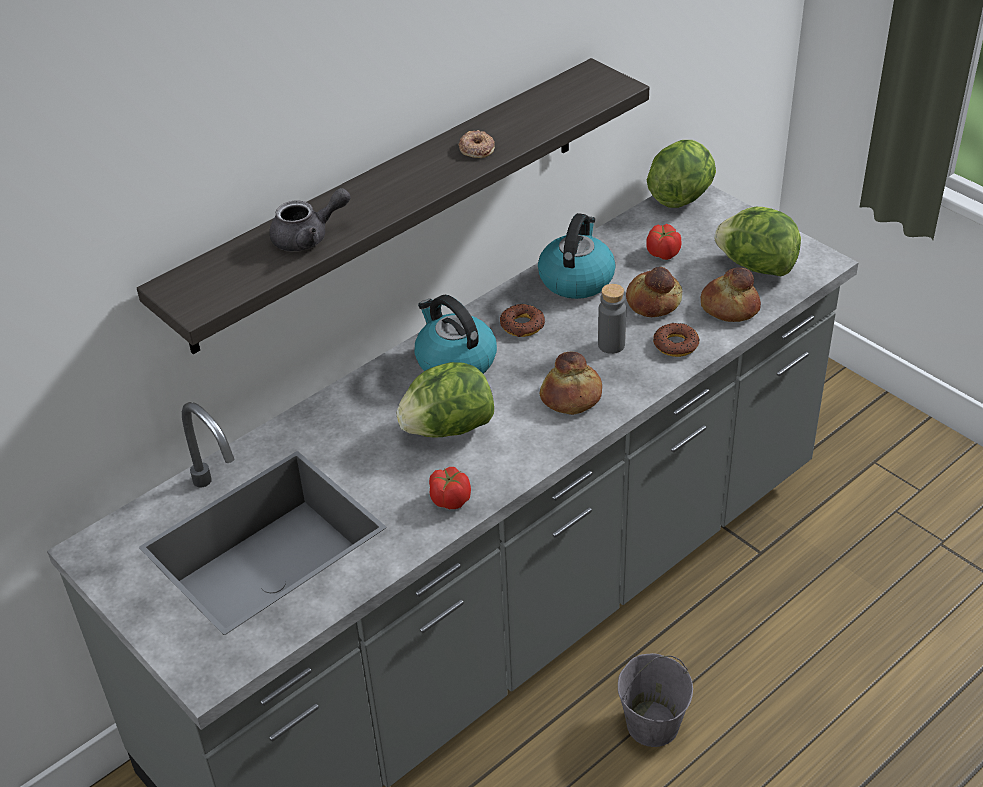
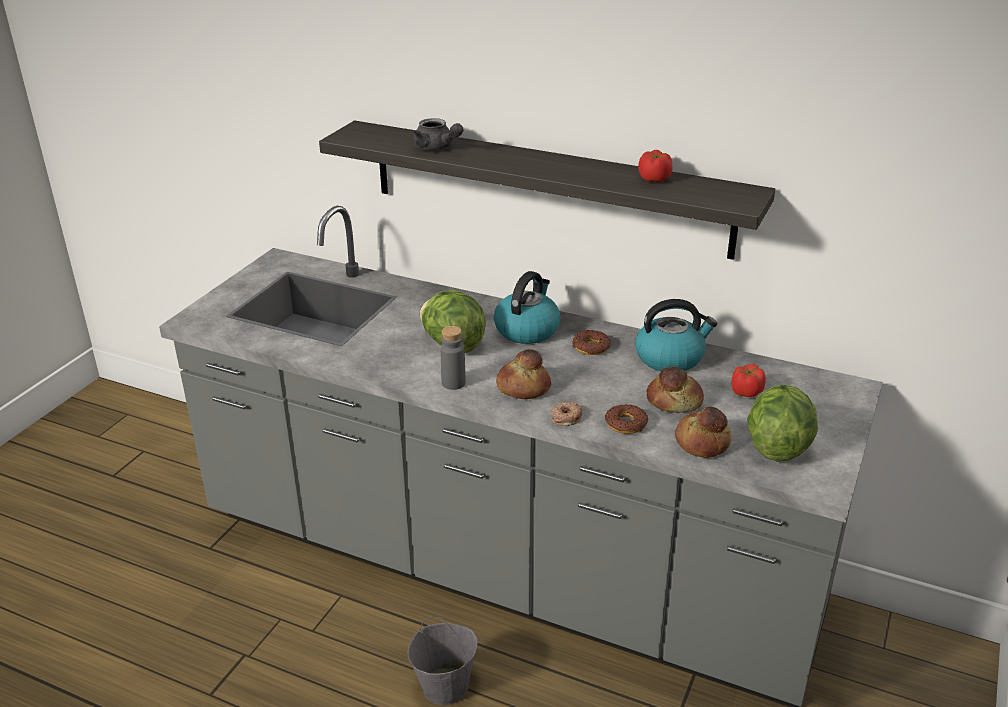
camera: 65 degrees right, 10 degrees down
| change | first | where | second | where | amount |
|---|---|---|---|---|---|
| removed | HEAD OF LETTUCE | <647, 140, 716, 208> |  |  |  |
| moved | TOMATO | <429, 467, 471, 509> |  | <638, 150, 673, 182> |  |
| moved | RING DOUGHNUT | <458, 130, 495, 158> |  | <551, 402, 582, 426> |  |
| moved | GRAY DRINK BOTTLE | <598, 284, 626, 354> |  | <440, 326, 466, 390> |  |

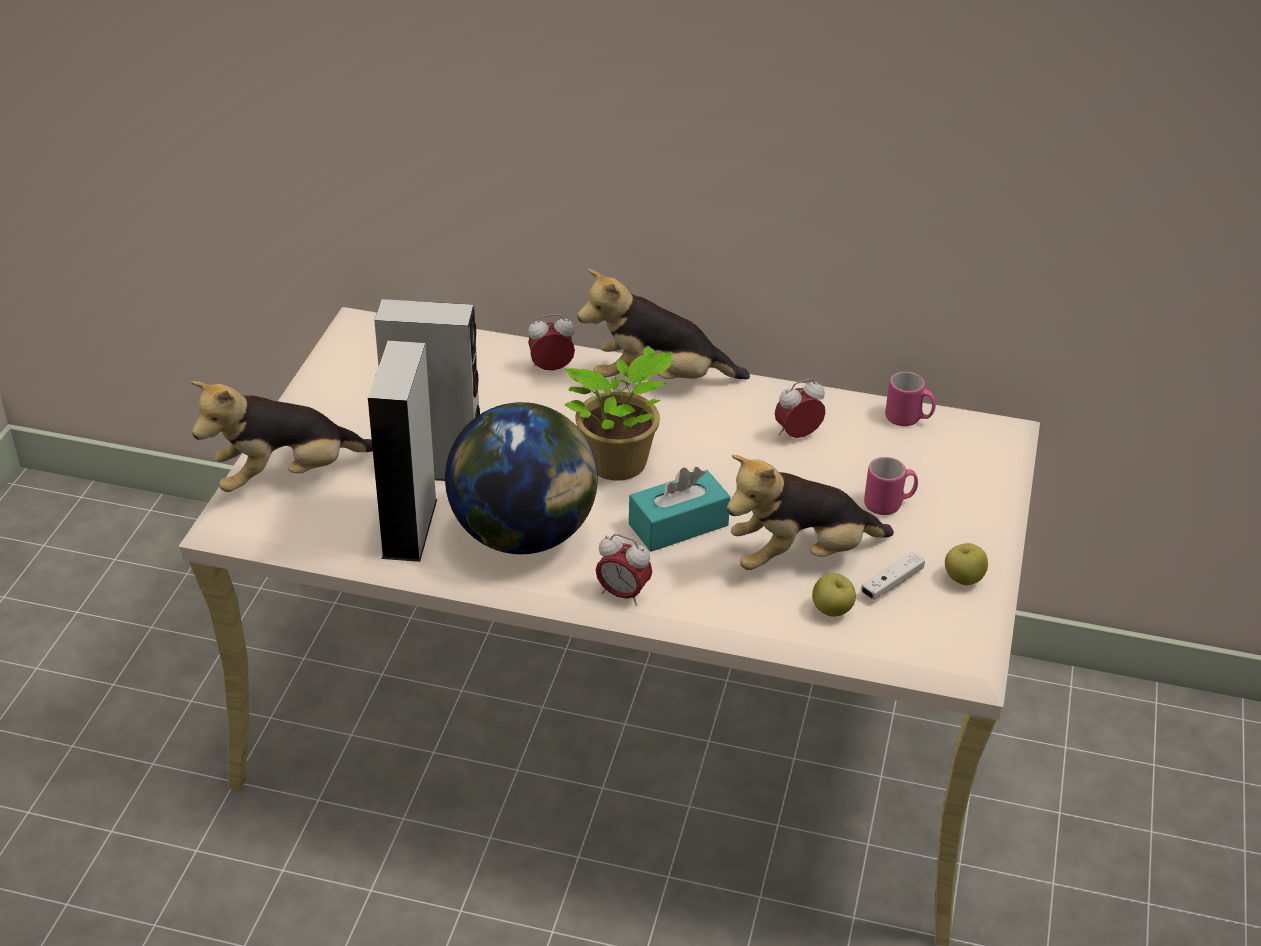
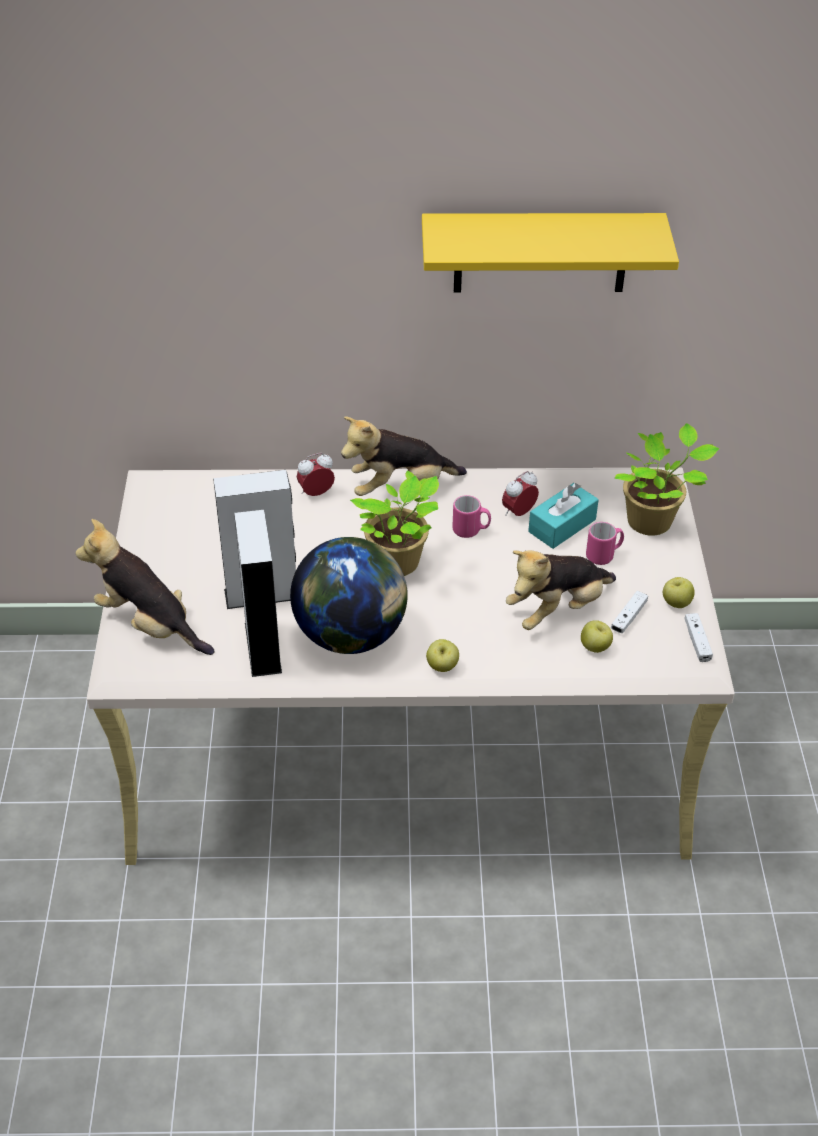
camera: 15 degrees left, 5 degrees up
| change | first | where | second | where | amount |
|---|---|---|---|---|---|
| added |  |  | YELLOW-COLOURED SHELF | <422, 213, 679, 292> |  |
| added |  |  | HOUSEPLANT | <615, 423, 719, 536> |  |
| added |  |  | WHITISH JOYPAD | <684, 613, 713, 662> |  |
| moved | BLUE-GREEN TISSUE HOLDER | <629, 467, 730, 552> |  | <528, 483, 599, 549> |  |
| moved | PINK TEA MUG | <885, 372, 936, 426> |  | <452, 495, 491, 538> |  |
| replaced | ALARM CLOCK | <596, 534, 652, 606> | APPLE | <426, 639, 459, 672> |  |
| turned | SOFT TOY | <191, 381, 373, 492> |  | <75, 519, 215, 655> | 75 degrees clockwise |

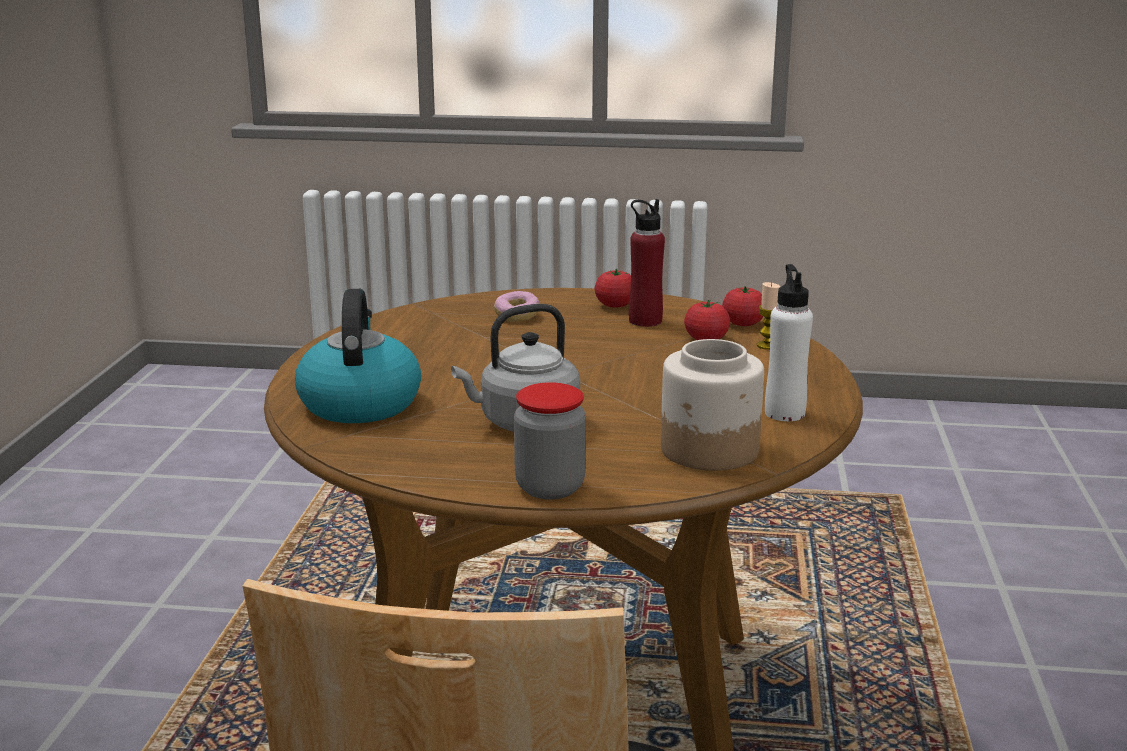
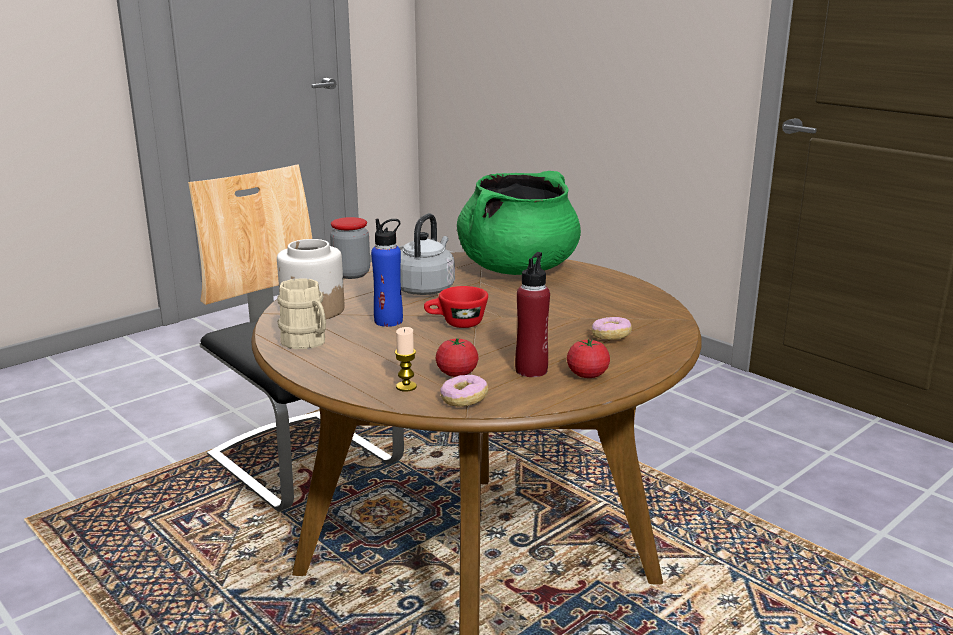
camera: 130 degrees right, 0 degrees up
| change | first | where | second | where | amount |
|---|---|---|---|---|---|
| added |  |  | BLUISH DRINK BOTTLE | <371, 219, 403, 327> |  |
| added |  |  | RED-COLOURED DRINKING CUP | <424, 286, 488, 328> |  |
| replaced | KETTLE | <295, 289, 421, 423> | GREEN-COLOURED SAUCEPOT | <457, 171, 581, 275> |  |
| replaced | TOMATO | <722, 286, 764, 326> | RING DOUGHNUT | <440, 375, 488, 406> |  |
| replaced | WHITISH DRINK BOTTLE | <765, 264, 813, 421> | SAND-COLOURED TEA MUG | <277, 278, 326, 349> |  |

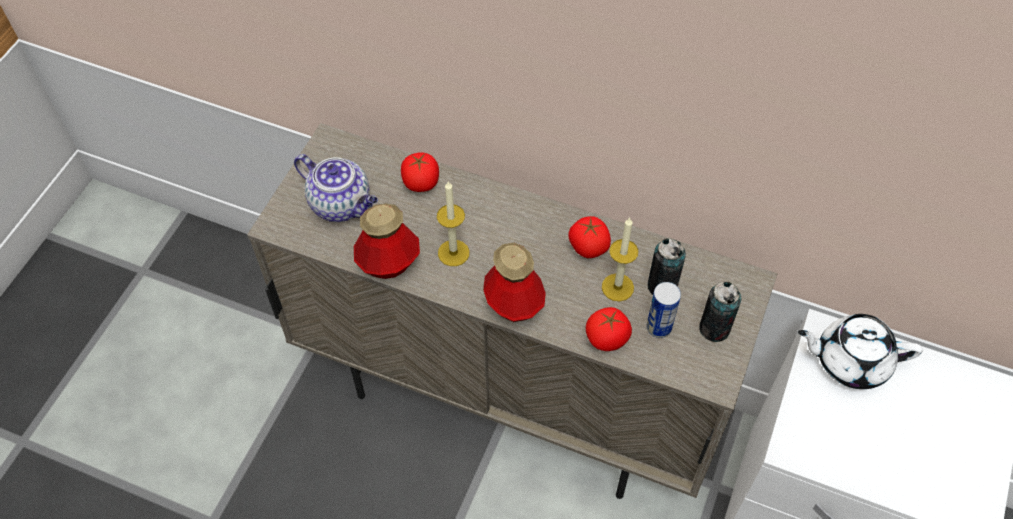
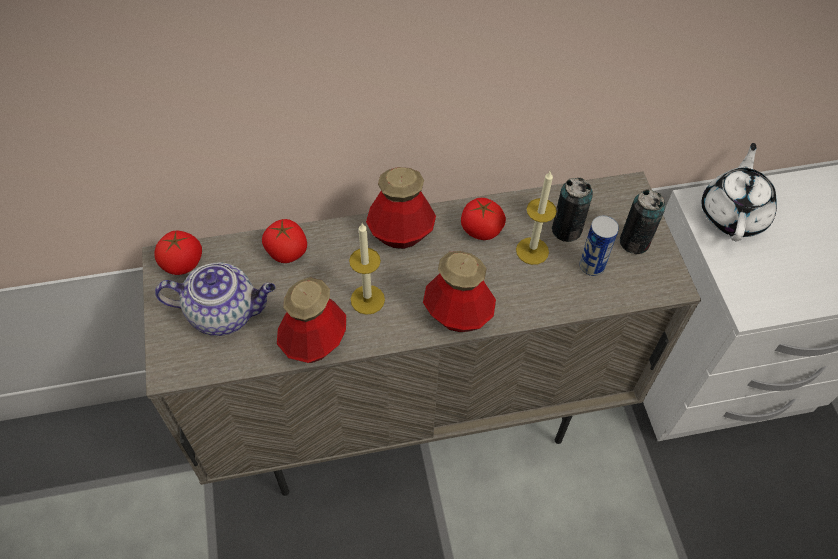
camera: 35 degrees left, 0 degrees up
| change | first | where | second | where | amount |
|---|---|---|---|---|---|
| added |  |  | DRINK BOTTLE | <366, 167, 436, 249> |  |
| moved | TOMATO | <586, 307, 632, 351> |  | <154, 231, 202, 275> |  |
| turned | WHITISH TEAPOT | <798, 314, 922, 389> |  | <702, 143, 777, 241> | 135 degrees clockwise |

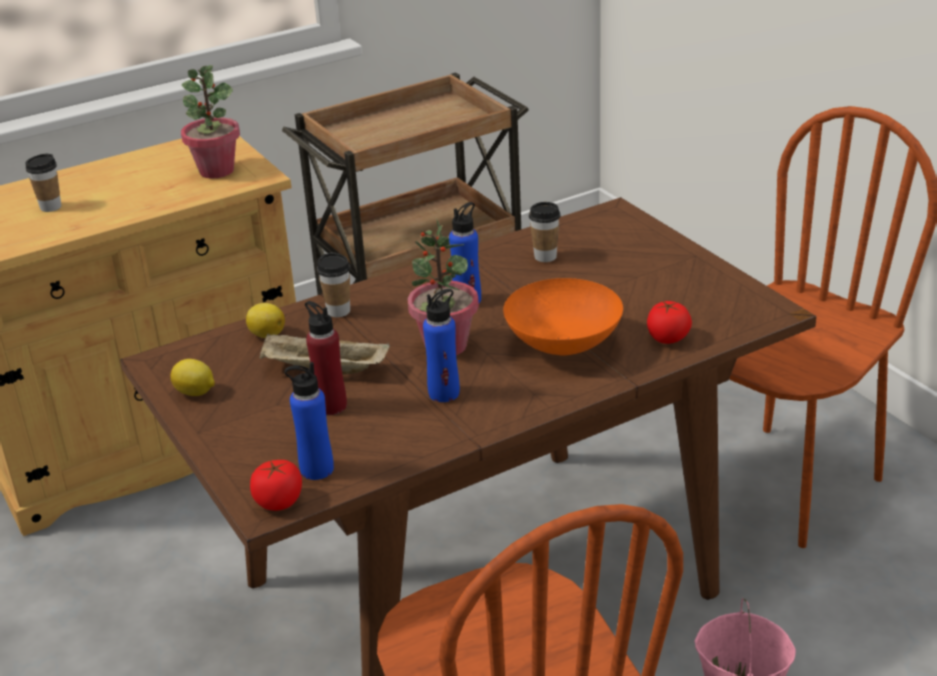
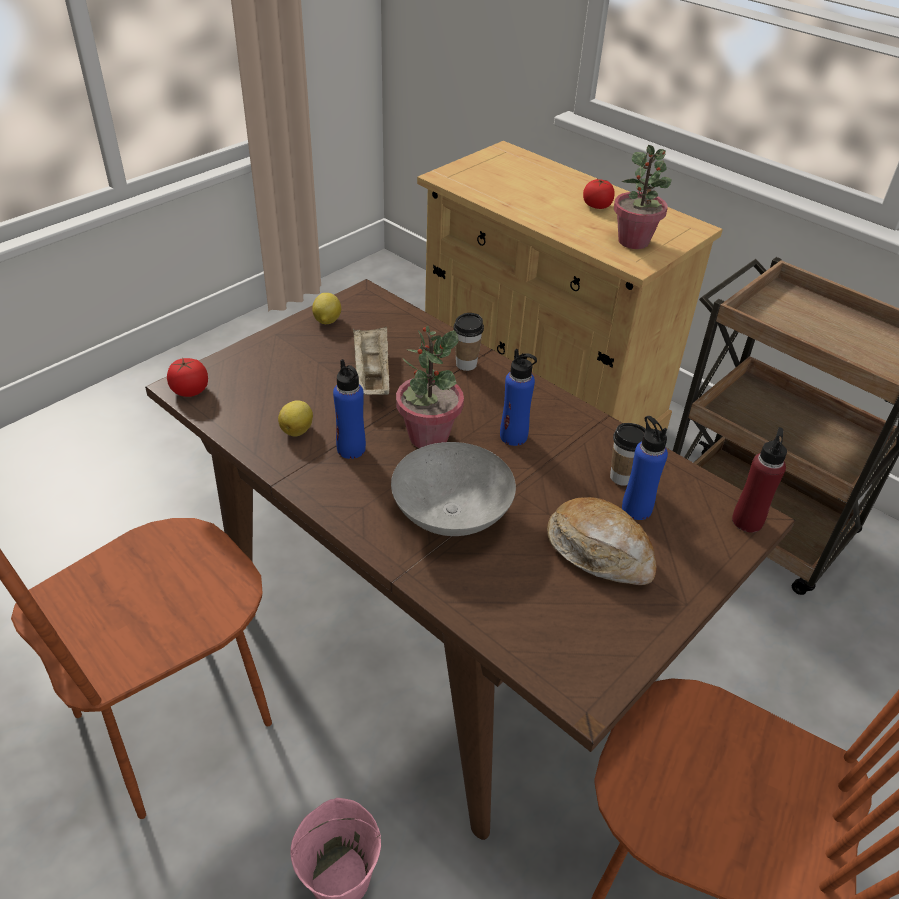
camera: 70 degrees right, 10 degrees up
| change | first | where | second | where | amount |
|---|---|---|---|---|---|
| removed | DRINKING CUP | <26, 154, 61, 212> |  |  |  |
| added |  |  | BREAD | <547, 497, 657, 585> |  |
| moved | CITRUS FRUIT | <246, 303, 285, 338> |  | <278, 400, 313, 436> |  |
| moved | BLUISH DRINK BOTTLE | <284, 362, 334, 480> |  | <622, 416, 668, 520> |  |
| moved | RED-COLOURED DRINK BOTTLE | <305, 301, 347, 415> |  | <732, 427, 787, 533> |  |
| moved | TOMATO | <647, 301, 692, 344> |  | <583, 179, 615, 209> |  |
| recoloured | ORANGE BOWL | <503, 278, 623, 356> | GRAY BOWL | <391, 442, 516, 536> |  |

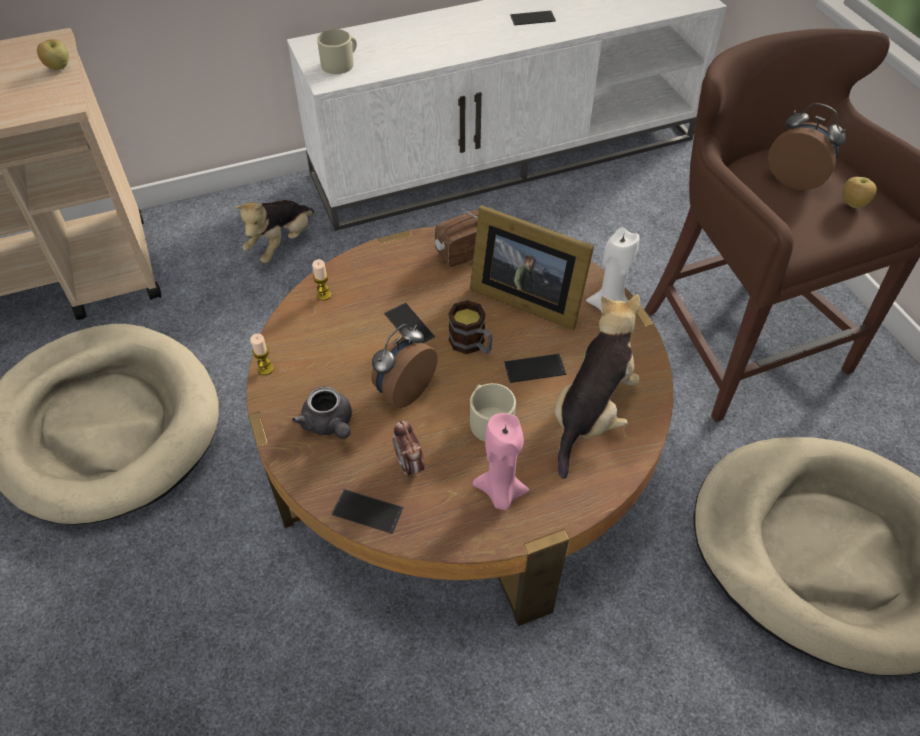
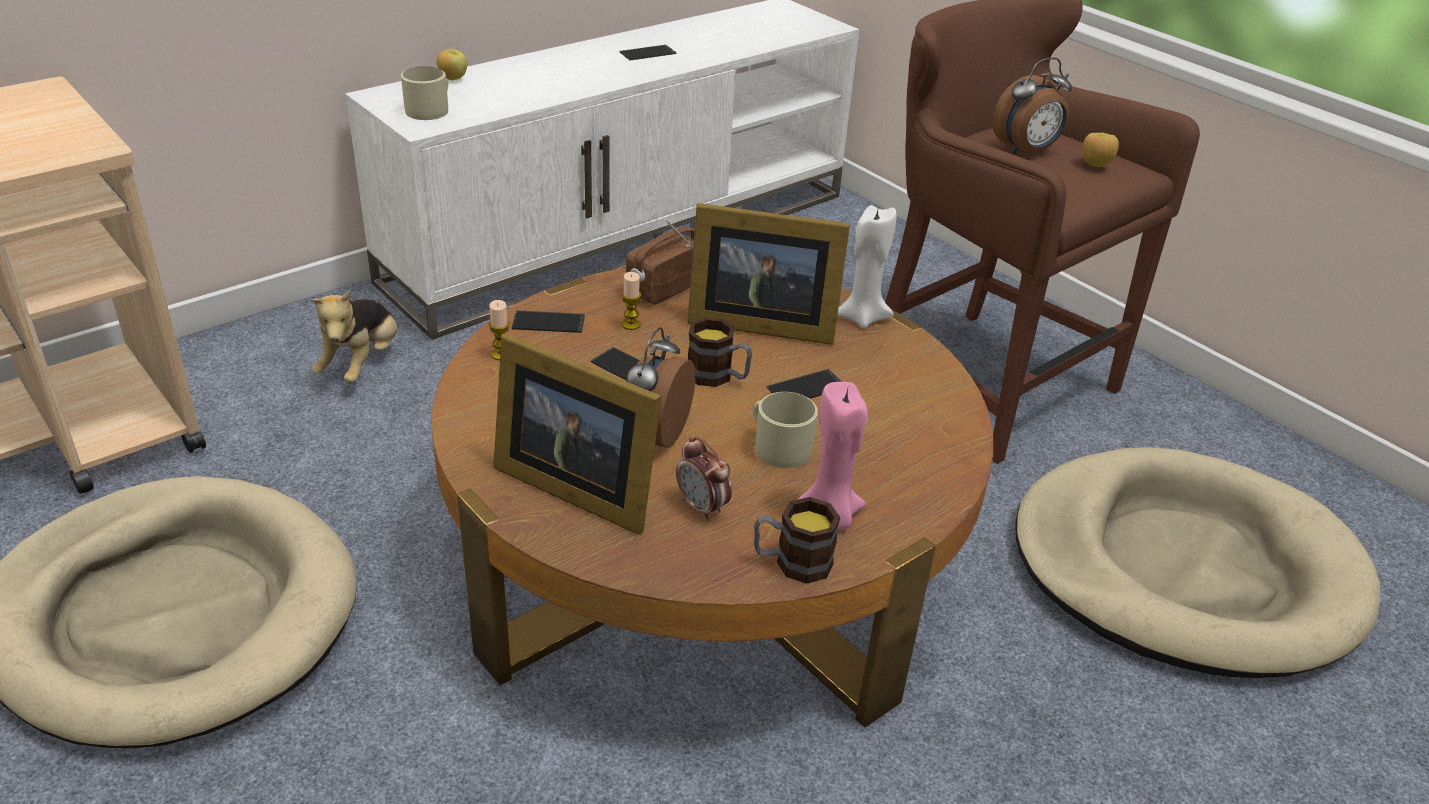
camera: 20 degrees left, 15 degrees down
| change | first | where | second | where | amount |
|---|---|---|---|---|---|
| removed | SOFT TOY | <555, 294, 640, 479> |  |  |  |
| added |  |  | TEA MUG | <754, 497, 840, 584> |  |
| moved | APPLE | <37, 39, 69, 70> |  | <436, 49, 467, 80> |  |
| moved | CANDLE | <250, 333, 274, 375> |  | <622, 272, 641, 330> |  |
| moved | HANDSET | <332, 489, 404, 534> |  | <511, 310, 585, 333> |  |
| replaced | GRAY TEAPOT | <292, 386, 352, 439> | PICTURE FRAME | <493, 333, 662, 535> |  |
| turned | ALARM CLOCK | <768, 103, 846, 190> |  | <992, 57, 1072, 155> | 135 degrees clockwise |

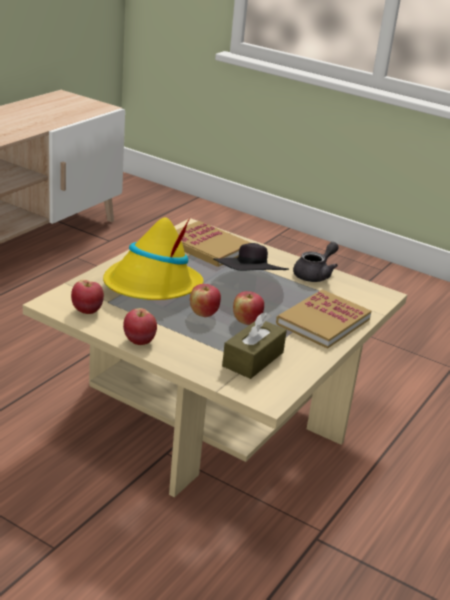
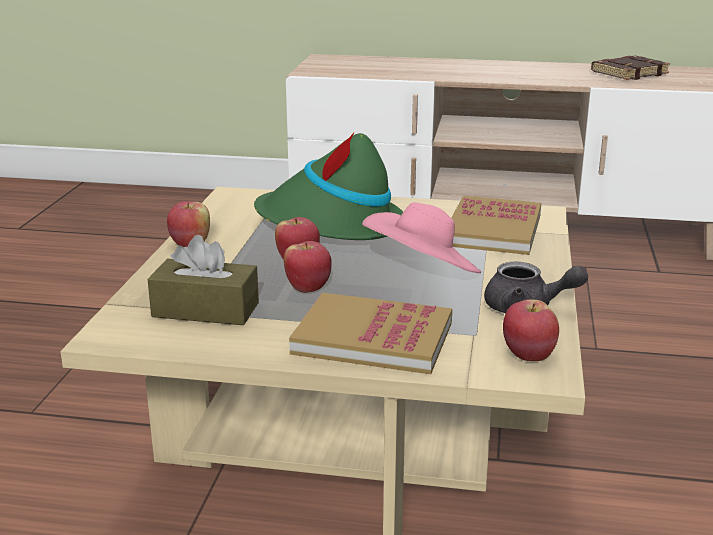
camera: 70 degrees right, 5 degrees down
| change | first | where | second | where | amount |
|---|---|---|---|---|---|
| added |  |  | BROWN BOUND BOOK | <591, 56, 670, 80> |  |
| moved | APPLE | <71, 280, 104, 314> |  | <503, 300, 559, 361> |  |
| recoloured | YELLOW-COLOURED CLOTHING HAT | <103, 217, 204, 300> | GREEN-COLOURED CLOTHING HAT | <254, 133, 403, 240> |  |
| recoloured | BLACK CLOTHING HAT | <213, 243, 289, 271> | PINK CLOTHING HAT | <362, 202, 481, 273> |  |

